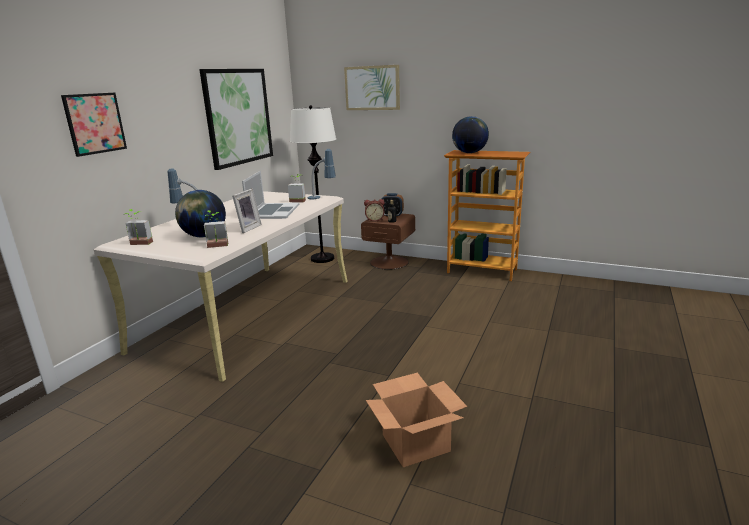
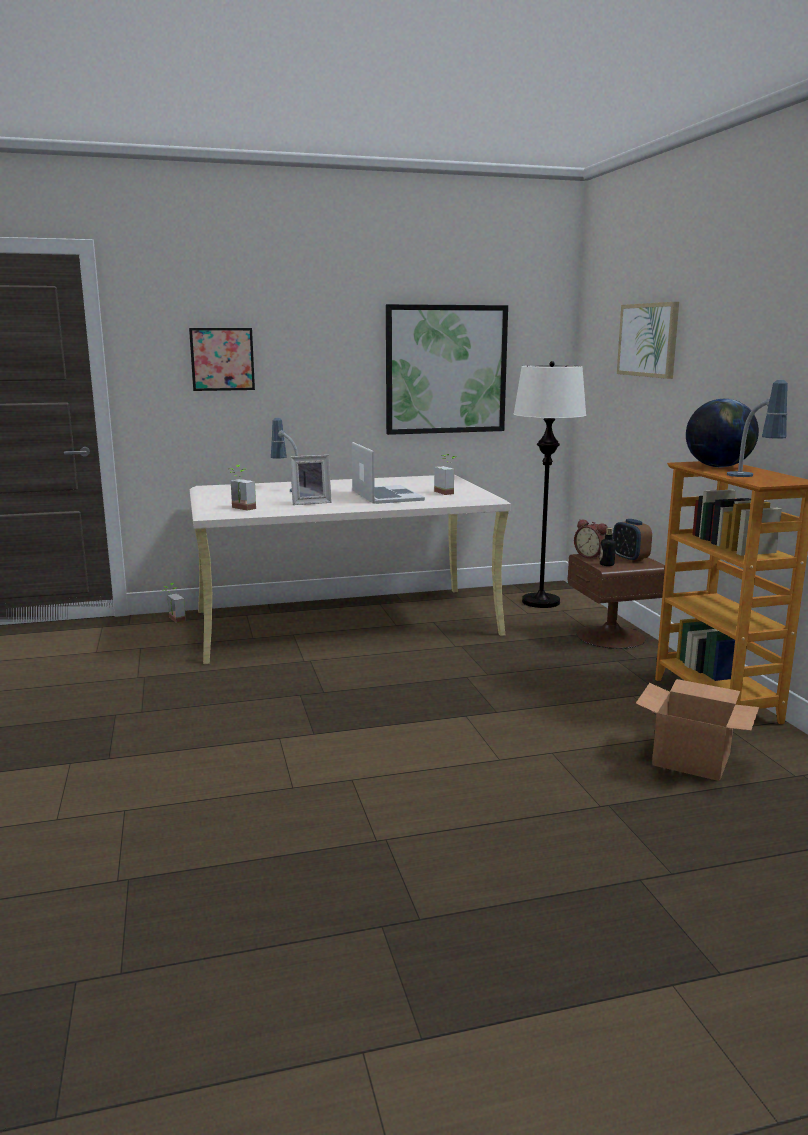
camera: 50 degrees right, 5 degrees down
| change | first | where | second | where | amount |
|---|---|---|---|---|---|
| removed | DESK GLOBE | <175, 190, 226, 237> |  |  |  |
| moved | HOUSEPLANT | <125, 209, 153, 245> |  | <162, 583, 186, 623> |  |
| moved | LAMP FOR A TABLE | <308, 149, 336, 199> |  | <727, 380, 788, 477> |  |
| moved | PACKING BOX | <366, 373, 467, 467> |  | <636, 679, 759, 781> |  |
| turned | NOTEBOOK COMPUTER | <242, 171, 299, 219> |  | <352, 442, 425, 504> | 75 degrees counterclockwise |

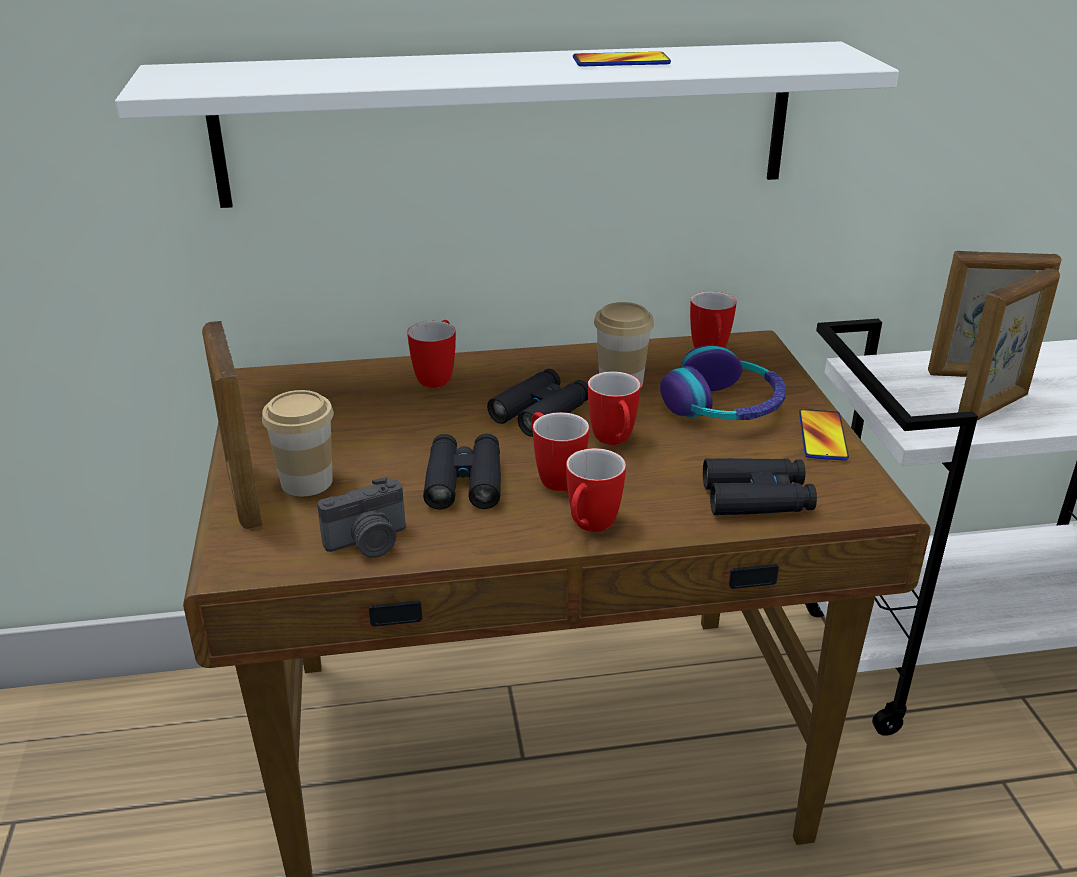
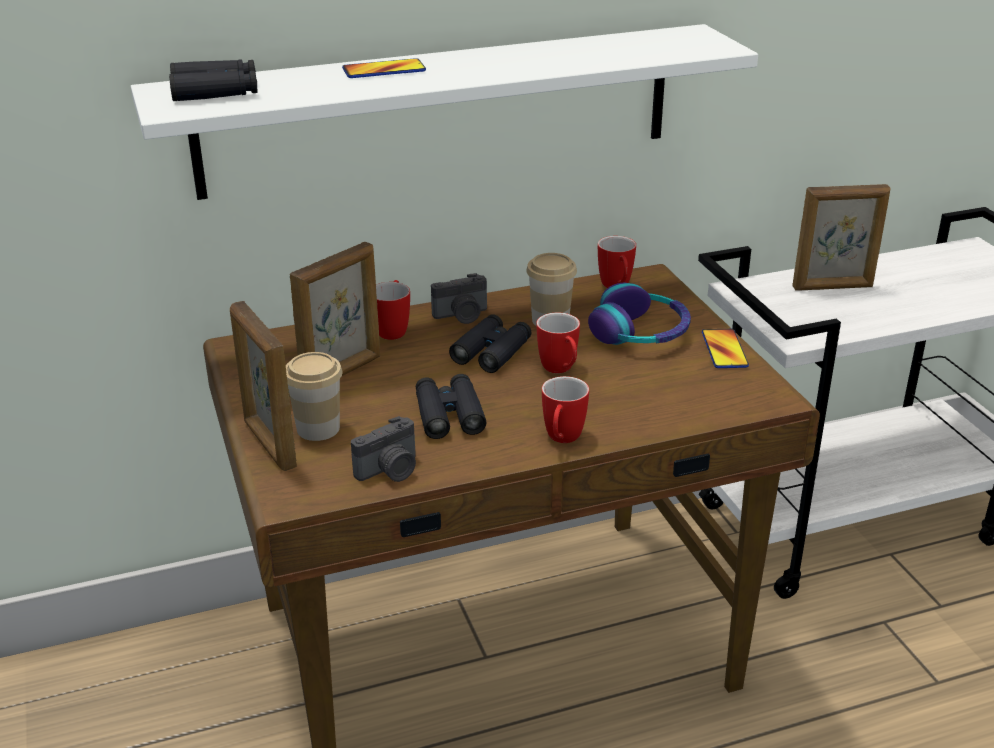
camera: 10 degrees left, 0 degrees up
| change | first | where | second | where | amount |
|---|---|---|---|---|---|
| removed | TEA MUG | <531, 412, 589, 491> |  |  |  |
| added |  |  | STILL CAMERA | <431, 273, 487, 324> |  |
| moved | HANDSET | <573, 52, 671, 67> |  | <342, 58, 426, 78> |  |
| moved | BLACK FIELD GLASSES | <703, 458, 817, 515> |  | <169, 60, 258, 101> |  |
| moved | PICTURE FRAME | <958, 268, 1060, 420> |  | <290, 242, 380, 376> |  |

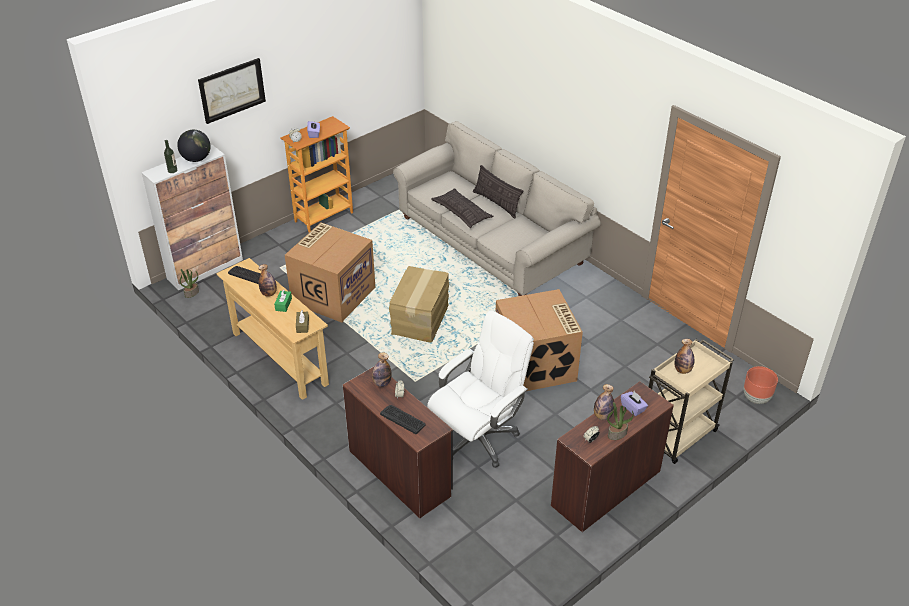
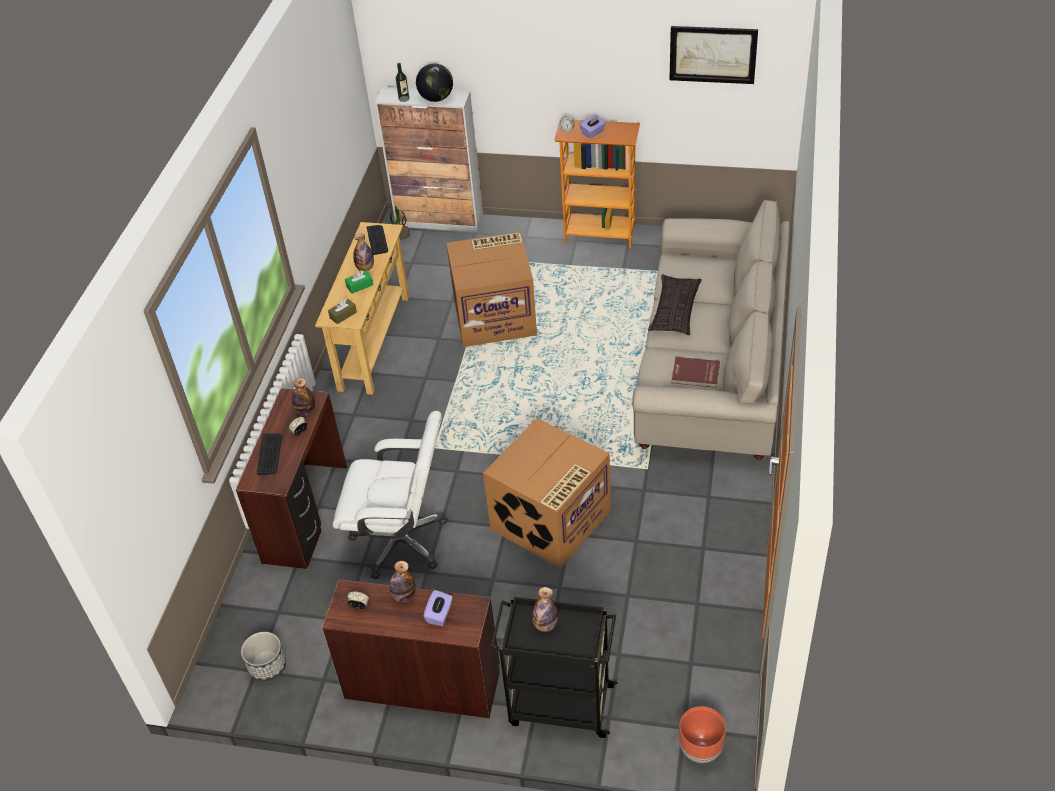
camera: 55 degrees right, 5 degrees up
| change | first | where | second | where | amount |
|---|---|---|---|---|---|
| removed | PACKING BOX | <389, 266, 449, 343> |  |  |  |
| removed | CUSHION | <473, 165, 523, 218> |  |  |  |
| removed | HOUSEPLANT | <607, 402, 634, 440> |  |  |  |
| added |  |  | PLANT POT | <241, 632, 286, 681> |  |
| added |  |  | RED-COLOURED BOUND BOOK | <672, 357, 720, 388> |  |
| moved | WALL ART | <198, 58, 266, 124> |  | <669, 26, 758, 84> |  |
| recoloured | SAND-COLOURED CART | <649, 339, 734, 464> | BLACK CART | <491, 596, 618, 738> |  |

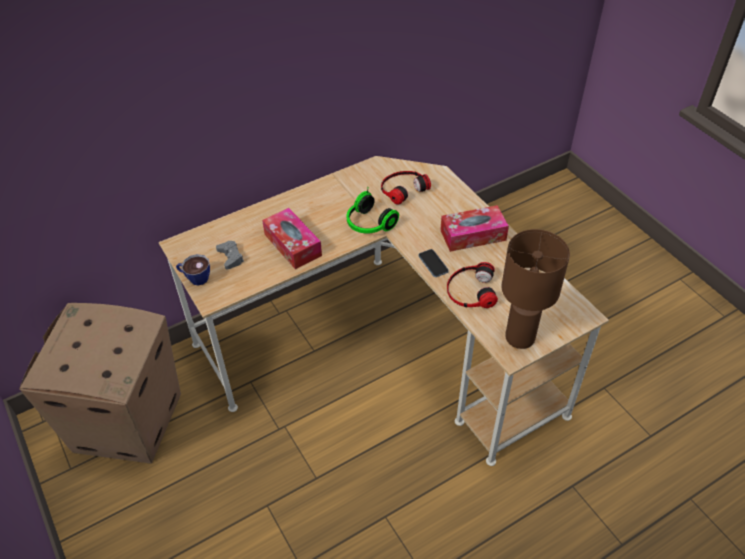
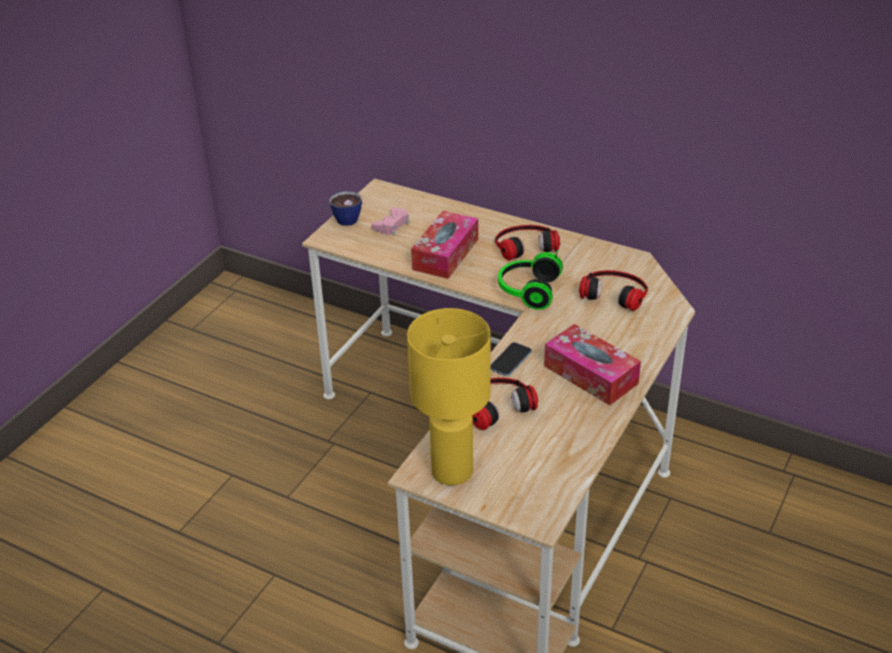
camera: 60 degrees right, 10 degrees down
| change | first | where | second | where | amount |
|---|---|---|---|---|---|
| removed | PACKING BOX | <19, 303, 181, 464> |  |  |  |
| added |  |  | HEADPHONES | <495, 225, 560, 261> |  |
| recoloured | GRAY JOYPAD | <216, 241, 244, 269> | PINK JOYPAD | <372, 207, 409, 235> |  |
| recoloured | BROWN LAMP FOR A TABLE | <501, 229, 570, 349> | YELLOW-COLOURED LAMP FOR A TABLE | <407, 308, 491, 485> |  |

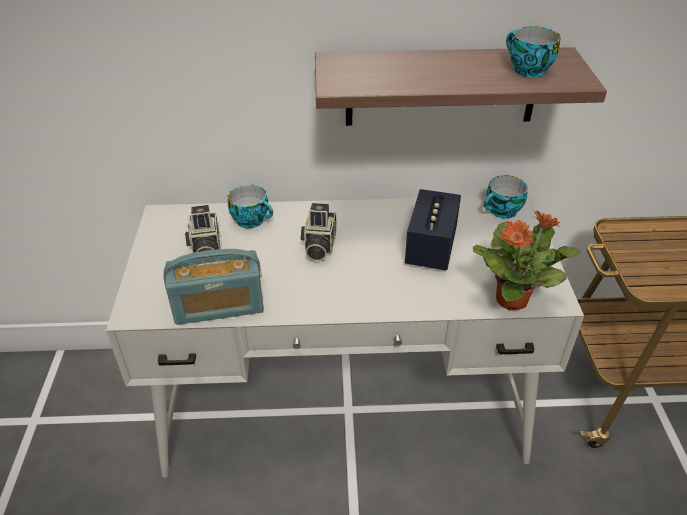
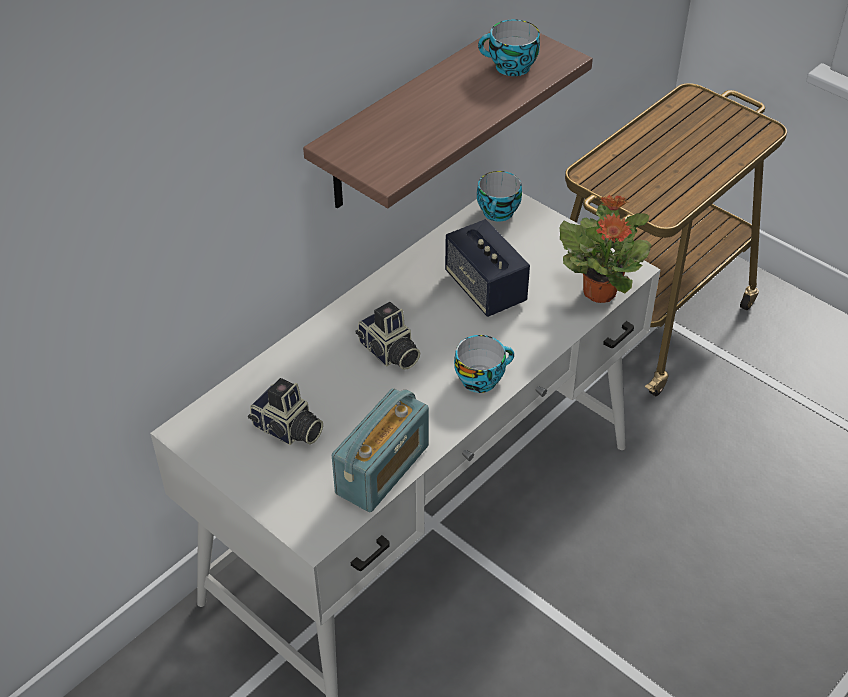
camera: 45 degrees left, 5 degrees up
| change | first | where | second | where | amount |
|---|---|---|---|---|---|
| moved | DRINKING CUP | <228, 184, 273, 228> |  | <454, 335, 514, 393> |  |

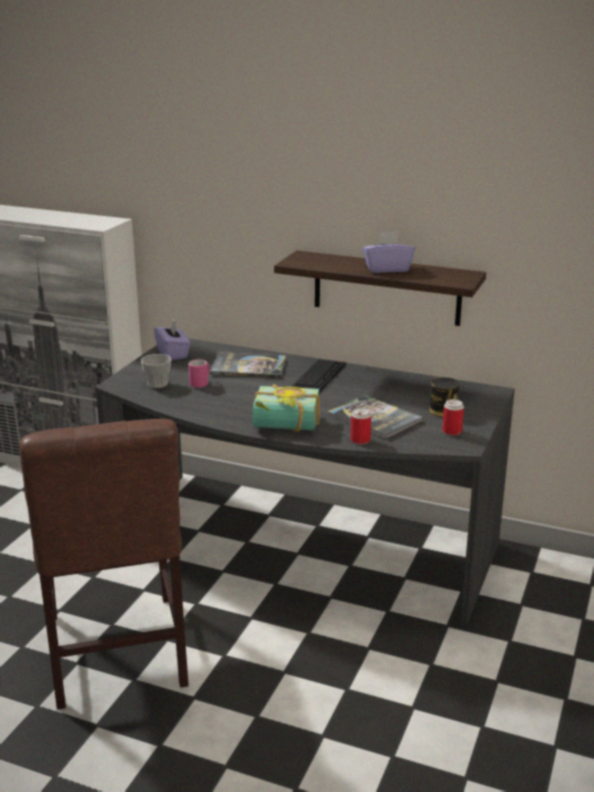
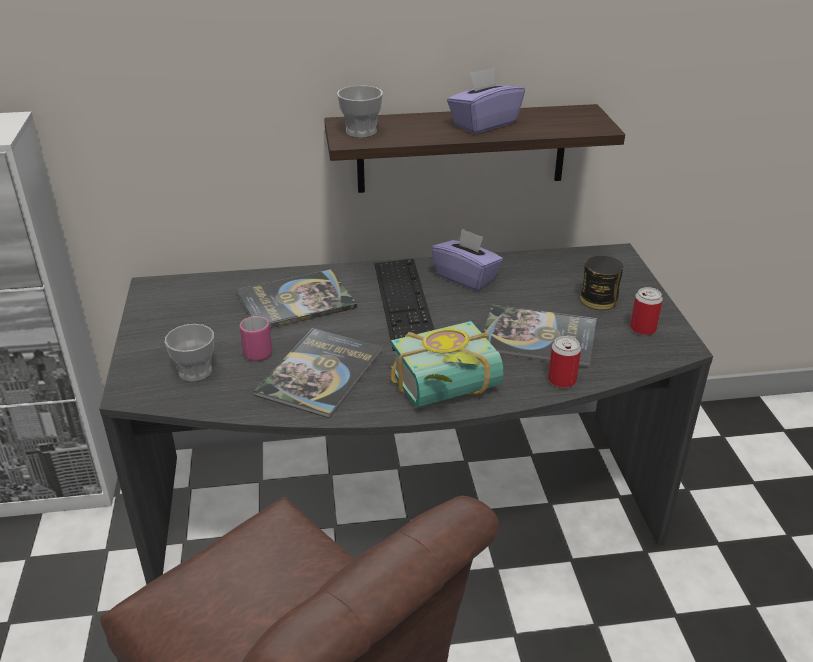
camera: 30 degrees left, 10 degrees up
| change | first | where | second | where | amount |
|---|---|---|---|---|---|
| added |  |  | BOUND BOOK | <254, 328, 383, 418> |  |
| added |  |  | DRINKING CUP | <337, 85, 383, 138> |  |
| moved | PURPLE TISSUE HOLDER | <154, 320, 190, 360> |  | <432, 228, 503, 291> |  |

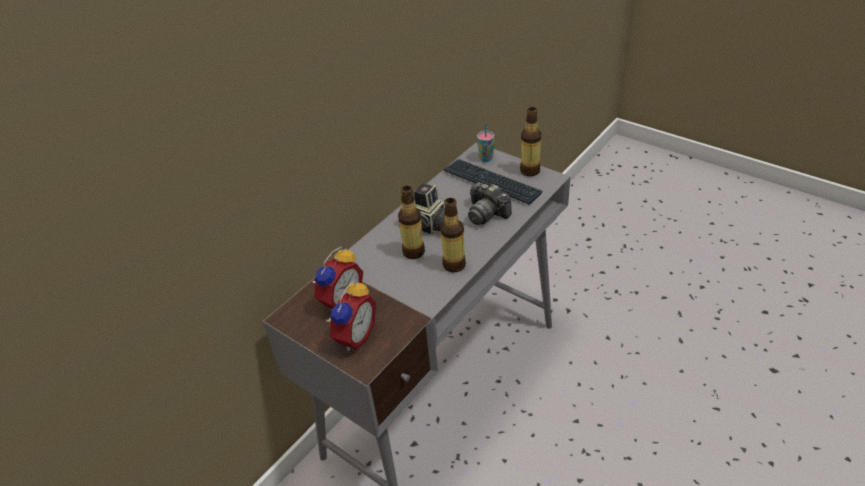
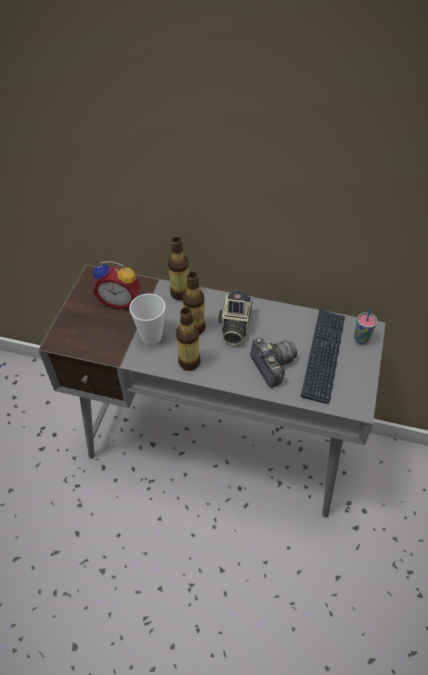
camera: 65 degrees right, 10 degrees up
| change | first | where | second | where | amount |
|---|---|---|---|---|---|
| removed | ALARM CLOCK | <326, 280, 376, 351> |  |  |  |
| added |  |  | DRINKING CUP | <129, 294, 166, 345> |  |
| moved | DRINK BOTTLE | <520, 107, 542, 177> |  | <168, 237, 189, 300> |  |
| turned | STILL CAMERA | <468, 182, 512, 225> |  | <250, 338, 297, 388> | 135 degrees clockwise |

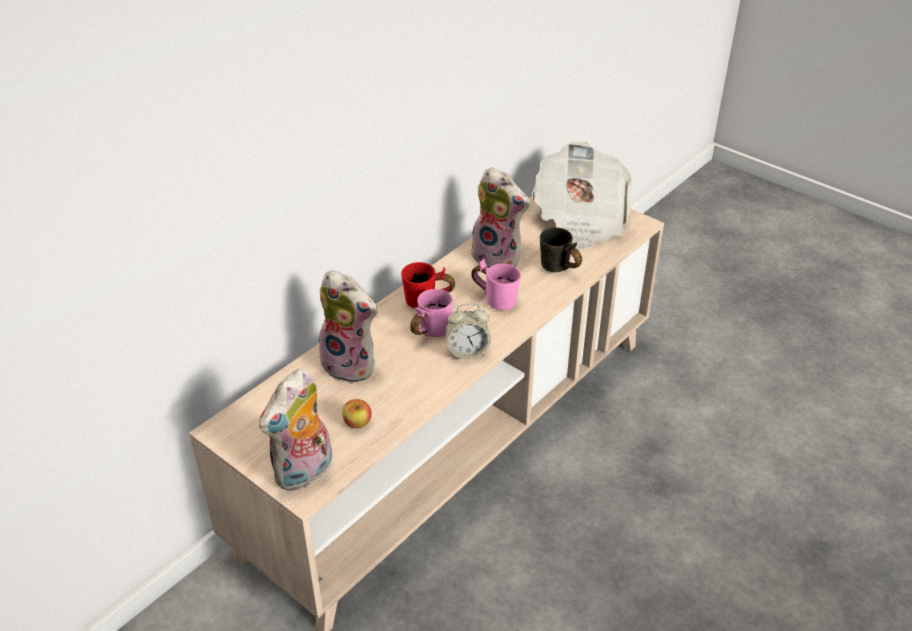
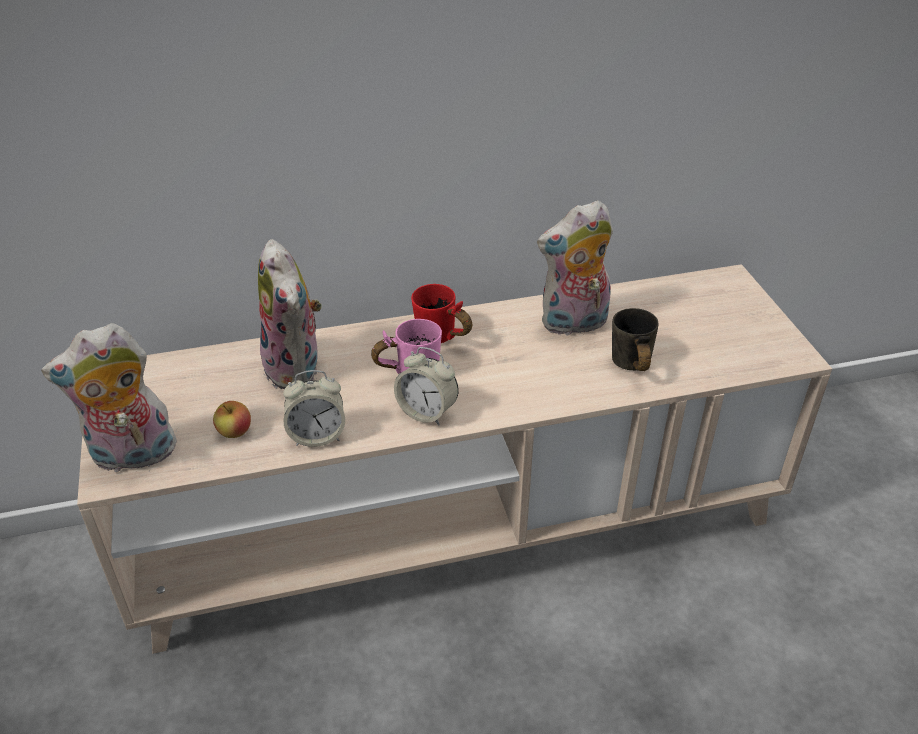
camera: 35 degrees right, 0 degrees up
| change | first | where | second | where | amount |
|---|---|---|---|---|---|
| removed | PINK TEA MUG | <471, 259, 521, 310> |  |  |  |
| removed | DAILY PAPER | <532, 142, 632, 250> |  |  |  |
| added |  |  | ALARM CLOCK | <283, 370, 345, 447> |  |
| turned | SOFT TOY | <471, 167, 530, 268> |  | <537, 200, 613, 336> | 90 degrees clockwise |

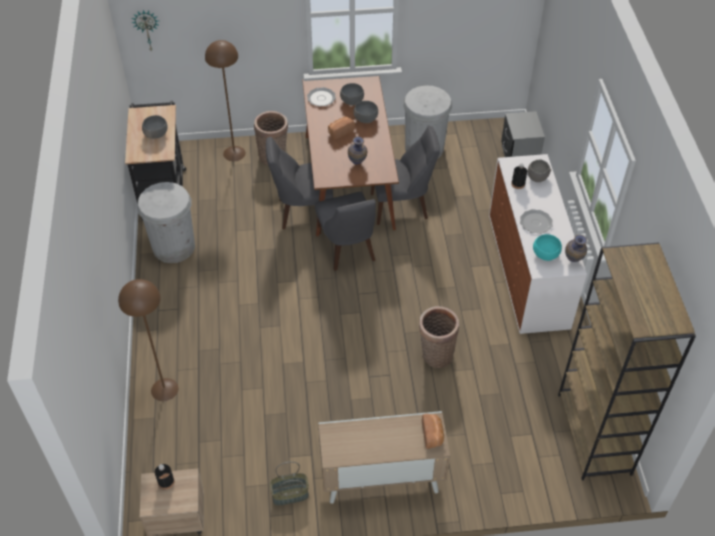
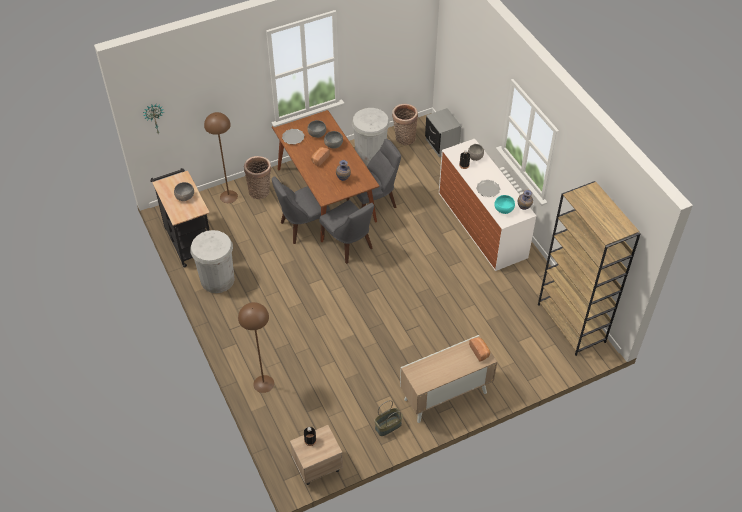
camera: 20 degrees left, 0 degrees up
| change | first | where | second | where | amount |
|---|---|---|---|---|---|
| moved | BASKET | <419, 306, 459, 368> |  | <392, 104, 418, 145> |  |

